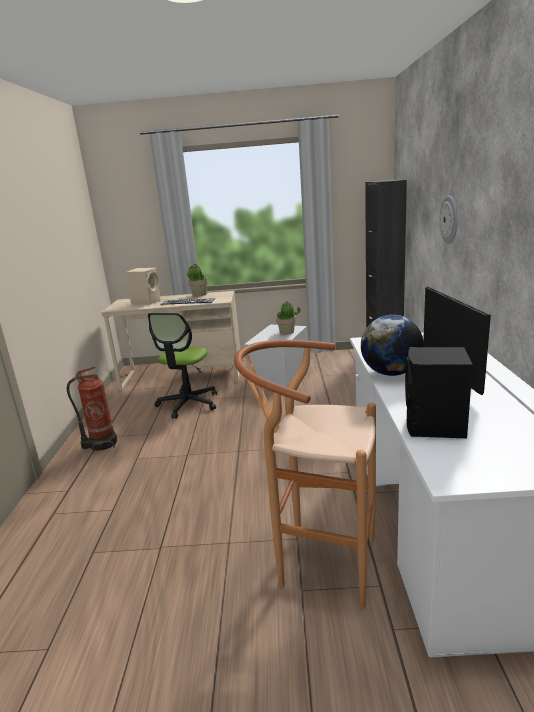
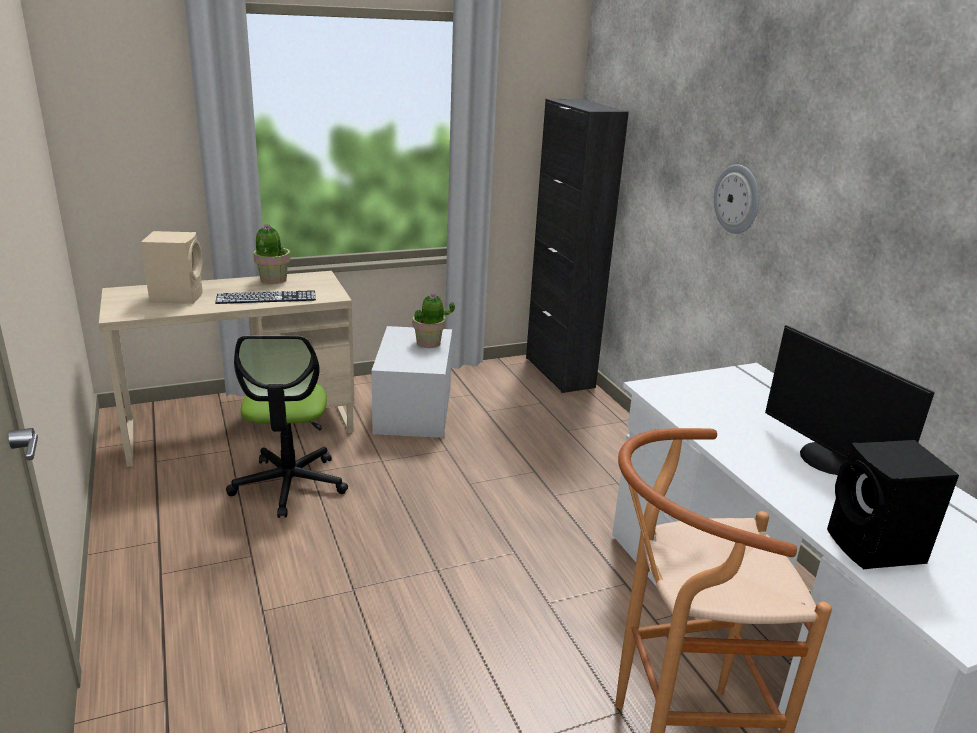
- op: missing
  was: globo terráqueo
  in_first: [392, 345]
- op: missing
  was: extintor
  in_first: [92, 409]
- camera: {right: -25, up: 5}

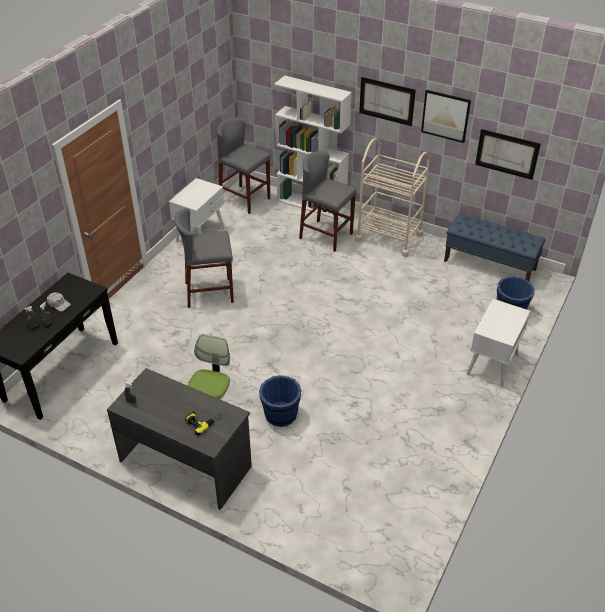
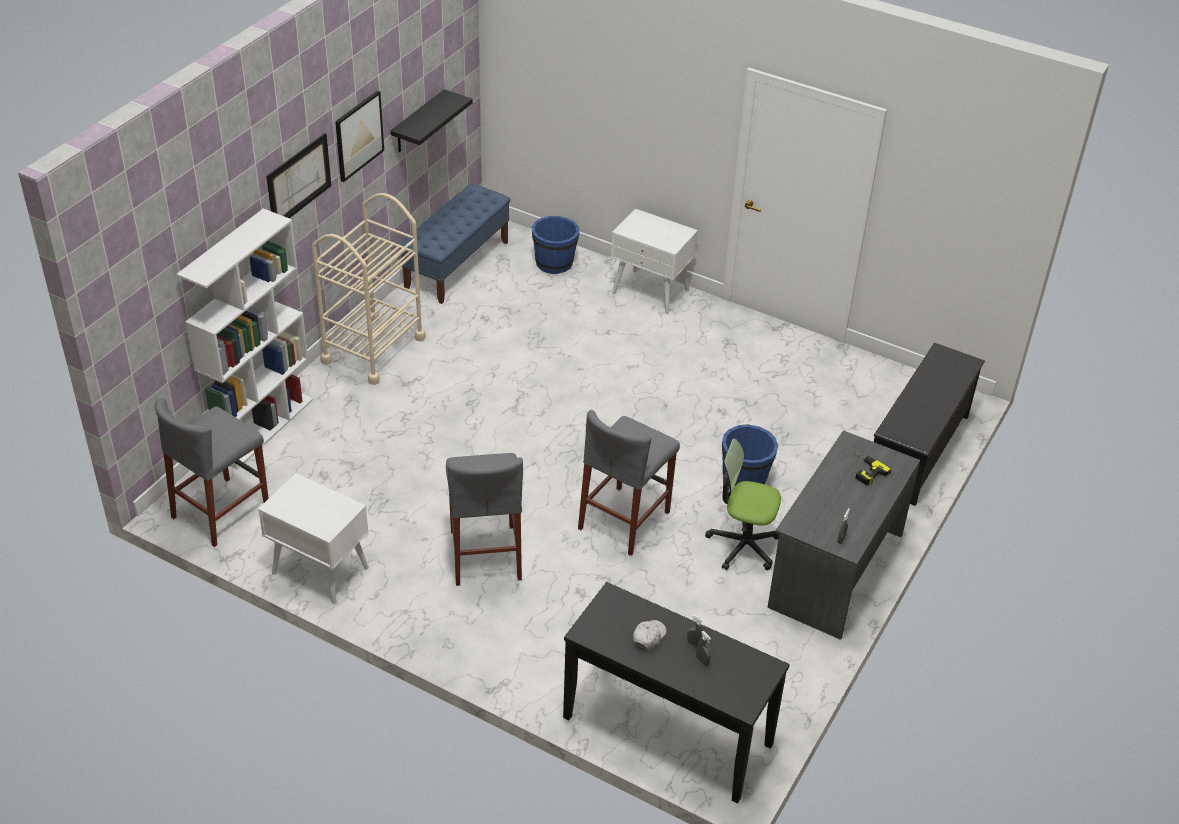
- op: exchanged
  was: cuadro
  now: estante/negro
  in_first: [508, 154]
  in_second: [431, 120]
- op: relocated
  was: taburete/gris
  in_first: [328, 201]
  in_second: [629, 483]
- op: appeared
  now: zapatero/negro
  in_second: [929, 424]
- camera: {right: -90, up: 0}

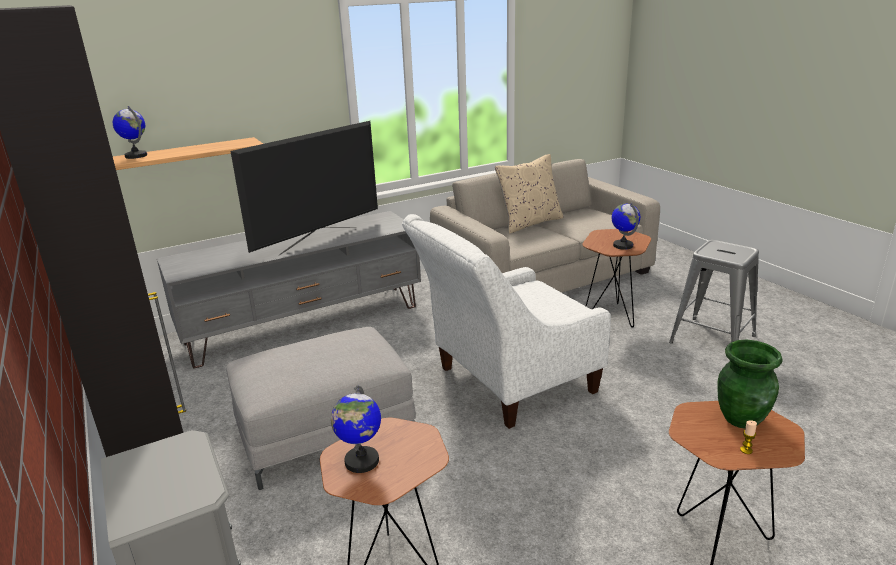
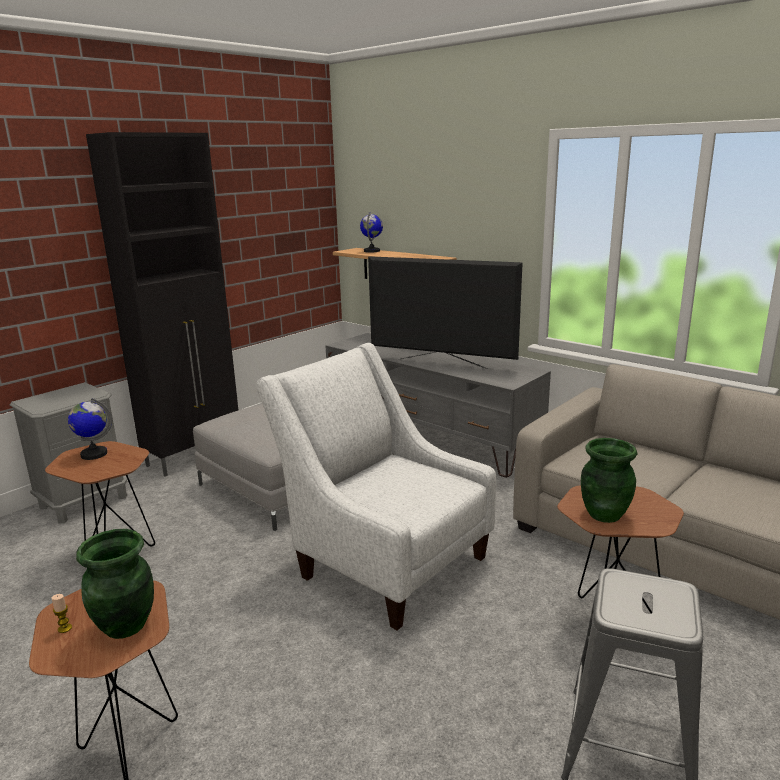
- op: missing
  was: cojín/beis
  in_first: [529, 194]
- op: exchanged
  was: globo terráqueo
  now: florero/verde
  in_first: [626, 226]
  in_second: [609, 480]
- camera: {right: 70, up: -5}

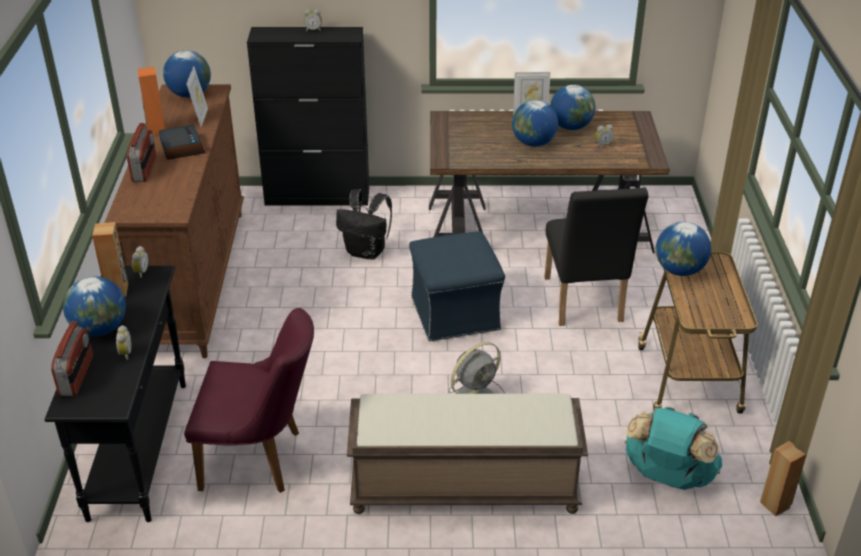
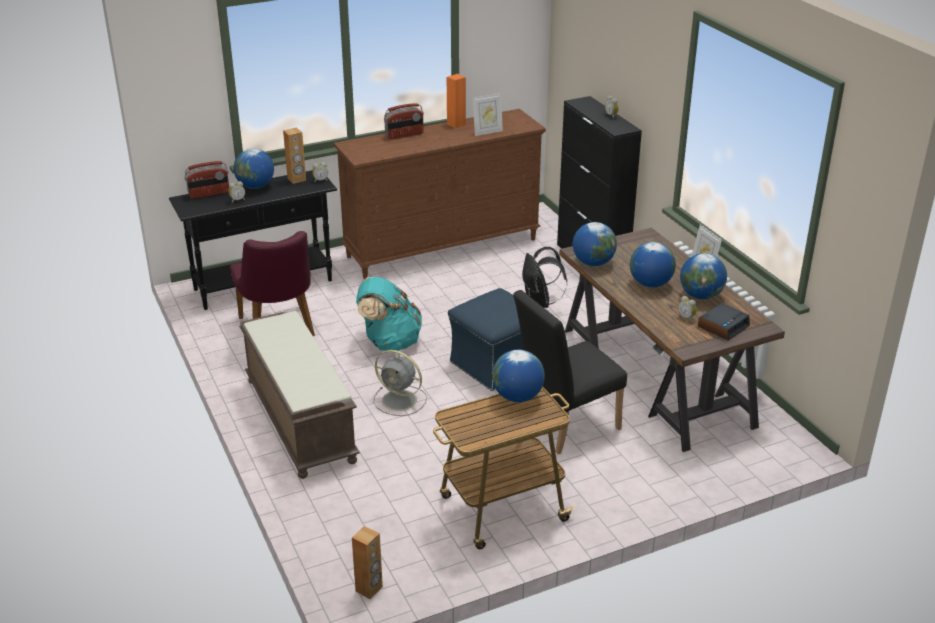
- op: relocated
  was: globo terráqueo
  in_first: [187, 74]
  in_second: [595, 244]
- op: relocated
  was: despertador
  in_first: [182, 142]
  in_second: [724, 321]
- op: relocated
  was: mochila/turquesa
  in_first: [673, 448]
  in_second: [389, 314]
- camera: {right: 65, up: -5}

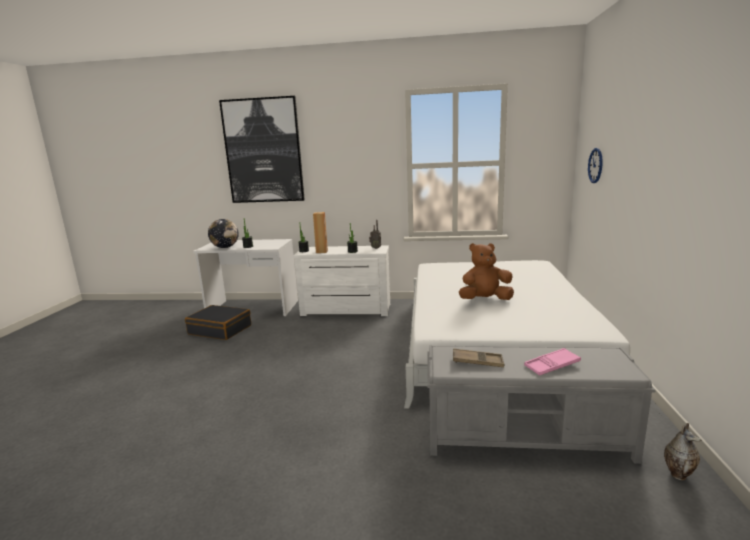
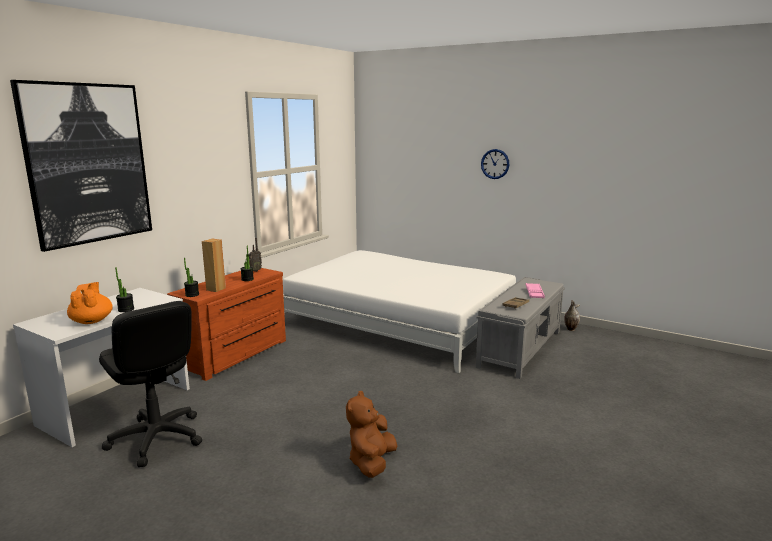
- op: relocated
  was: reloj de pared
  in_first: [595, 165]
  in_second: [495, 164]
- op: exchanged
  was: globo terráqueo
  now: tetera/naranja
  in_first: [223, 233]
  in_second: [90, 303]
- op: relocated
  was: peluche/marrón
  in_first: [486, 271]
  in_second: [371, 434]
- op: colour
  was: cómoda/blanco
  now: cómoda/marrón
  in_first: [341, 280]
  in_second: [226, 324]
- op: exchanged
  was: maleta/negro
  now: silla de oficina/negro
  in_first: [218, 322]
  in_second: [150, 384]
- camera: {right: -65, up: 0}

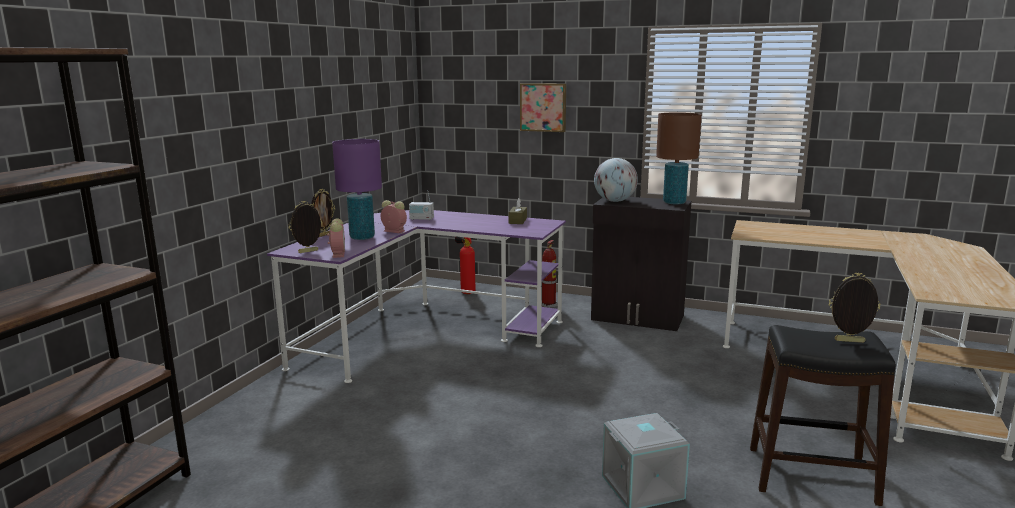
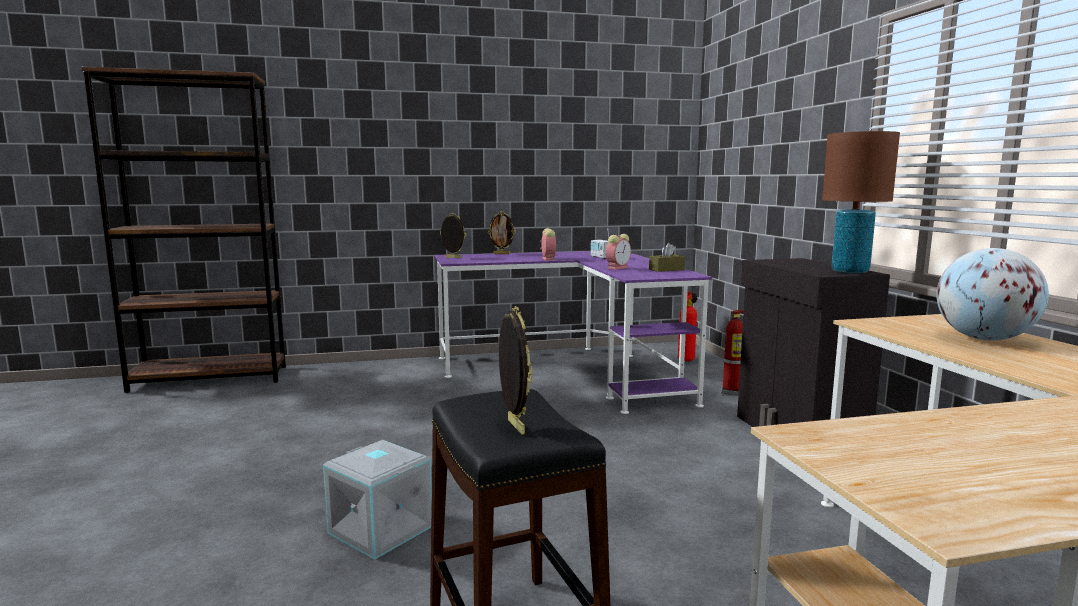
- op: missing
  was: cuadro
  in_first: [543, 107]
- op: missing
  was: lámpara de mesa/morado
  in_first: [357, 189]
- op: relocated
  was: globo terráqueo
  in_first: [616, 180]
  in_second: [993, 294]
- op: relocated
  was: despertador
  in_first: [336, 238]
  in_second: [618, 252]
- camera: {right: 55, up: -5}

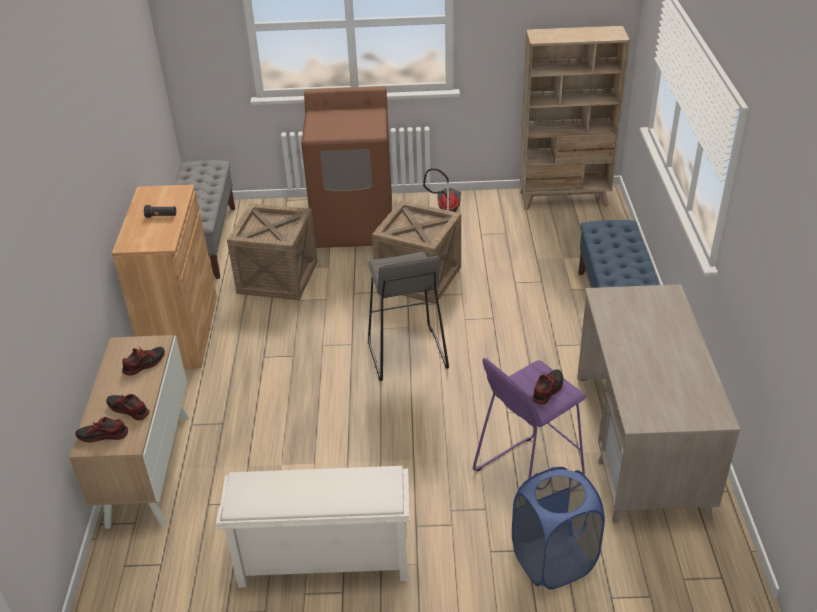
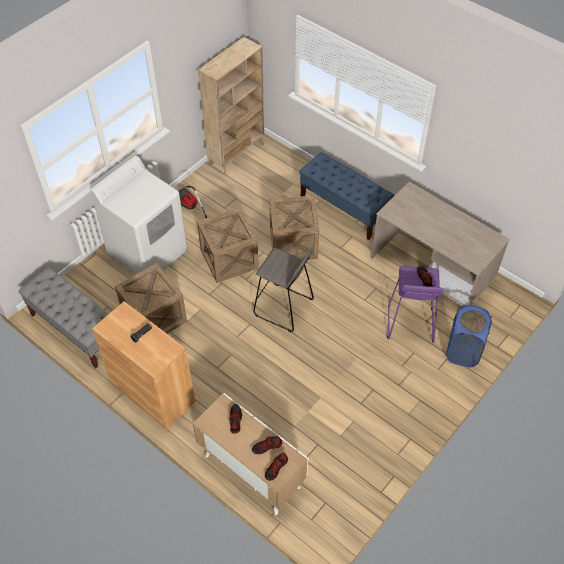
- op: colour
  was: lavadora/marrón
  now: lavadora/blanco
  in_first: [346, 167]
  in_second: [139, 215]
- op: missing
  was: zapatero/blanco
  in_first: [313, 527]
- op: appeared
  now: caja de embalaje
  in_second: [295, 227]
- camera: {right: -50, up: 15}

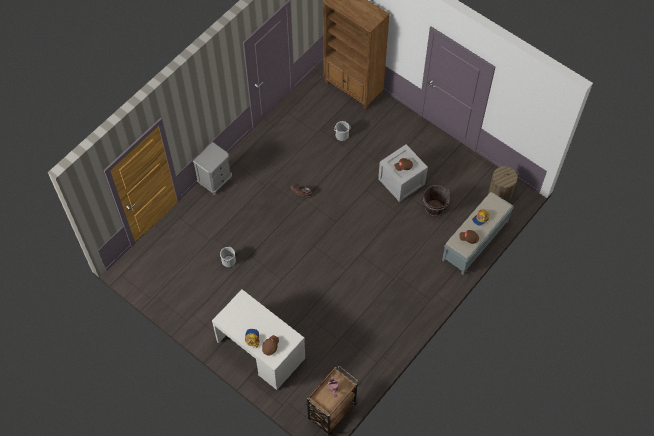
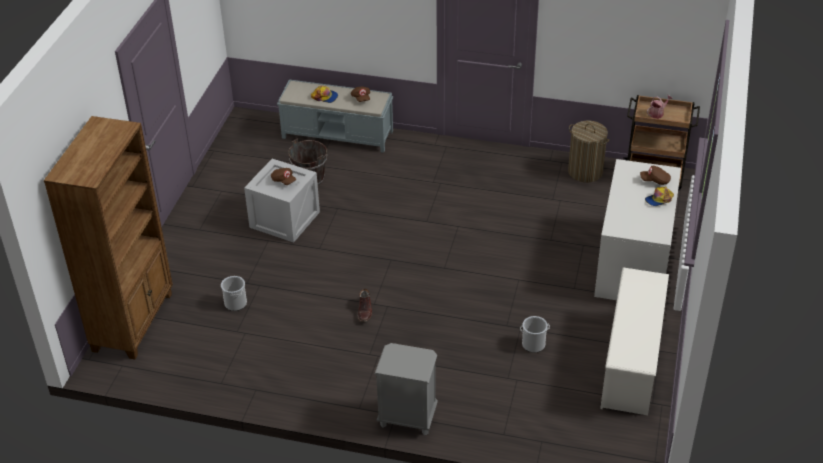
- op: relocated
  was: cesto de la ropa
  in_first: [503, 184]
  in_second: [588, 151]
- op: appeared
  now: zapatero/blanco
  in_second: [634, 341]
- camera: {right: -115, up: -20}

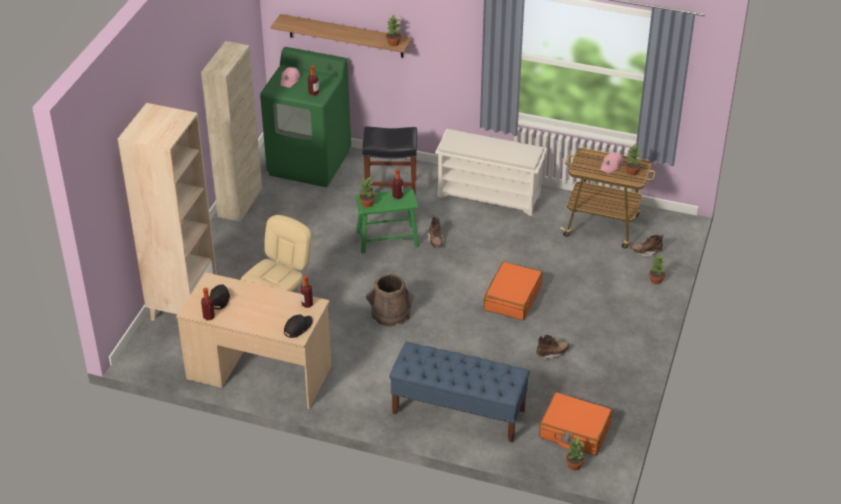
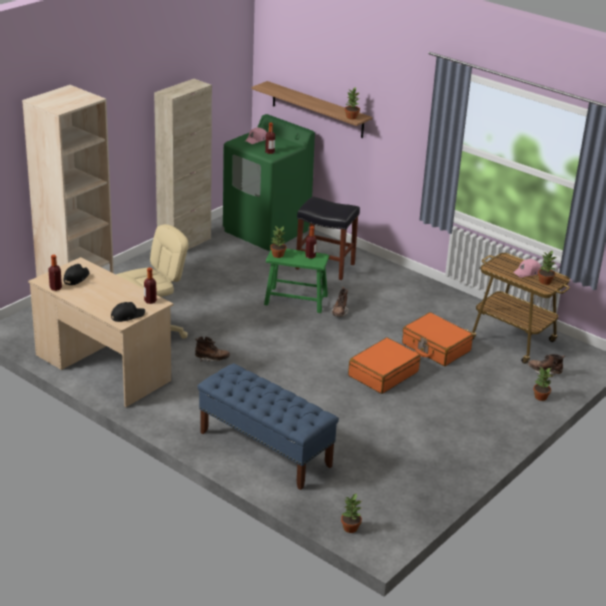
- op: missing
  was: zapatero/blanco
  in_first: [491, 172]
- op: missing
  was: cubo/marrón
  in_first: [390, 300]
- op: relocated
  was: bota/marrón
  in_first: [553, 347]
  in_second: [212, 349]
- op: relocated
  was: maleta/naranja
  in_first: [576, 423]
  in_second: [437, 339]
- camera: {right: 20, up: -10}

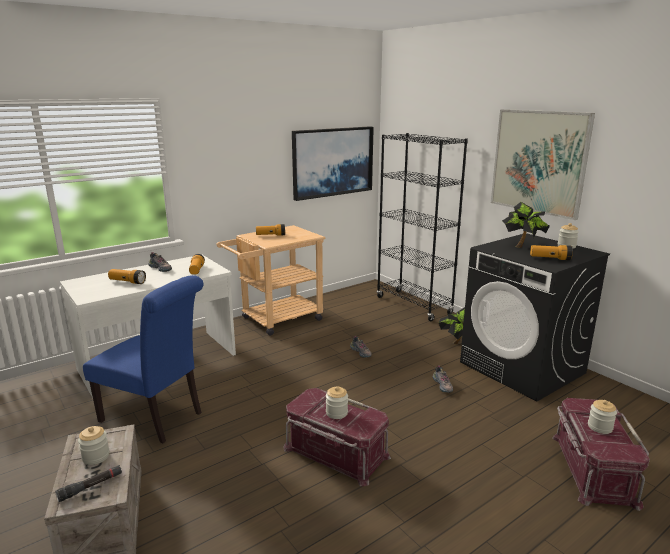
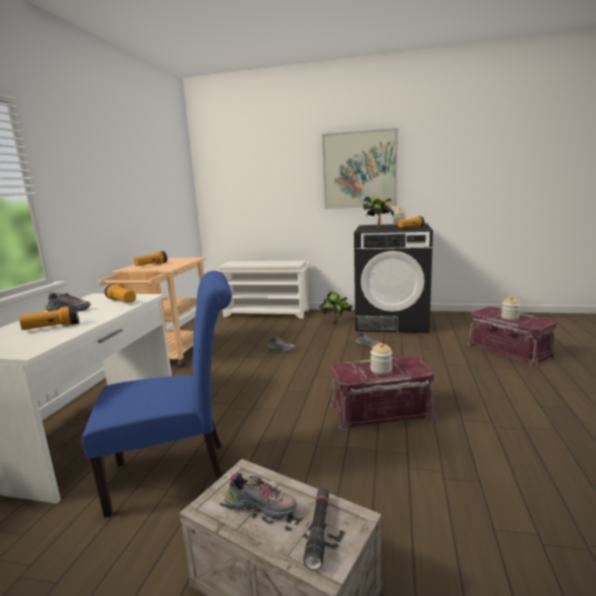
- op: missing
  was: cuadro
  in_first: [333, 163]
- op: exchanged
  was: estantería/negro
  now: zapatero/blanco
  in_first: [422, 227]
  in_second: [263, 289]
- op: exchanged
  was: tarro
  now: zapato
  in_first: [94, 445]
  in_second: [260, 496]
- camera: {right: -40, up: -5}

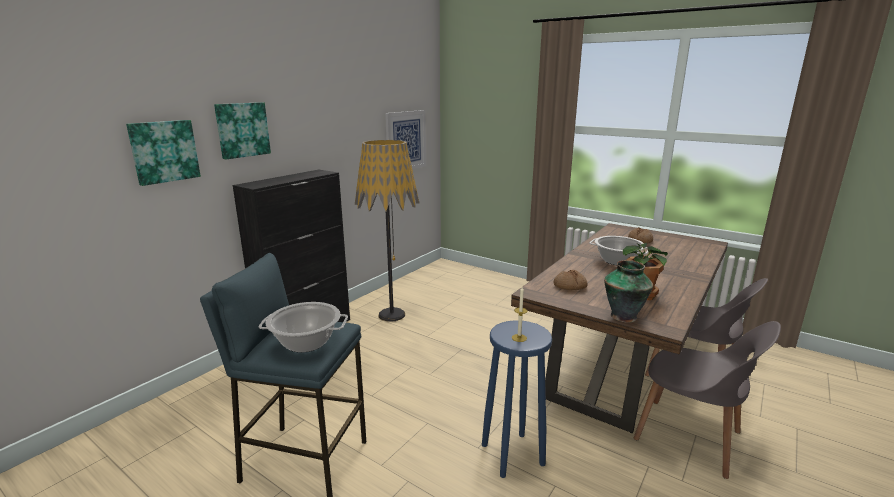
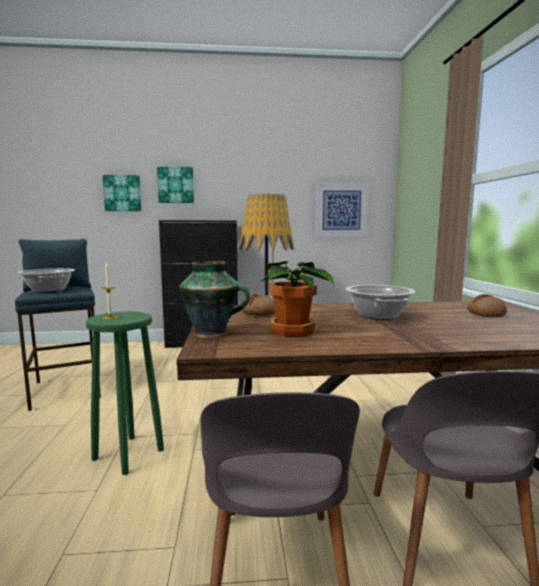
- op: colour
  was: taburete/azul
  now: taburete/verde
  in_first: [517, 399]
  in_second: [125, 393]
- camera: {right: 50, up: -10}

